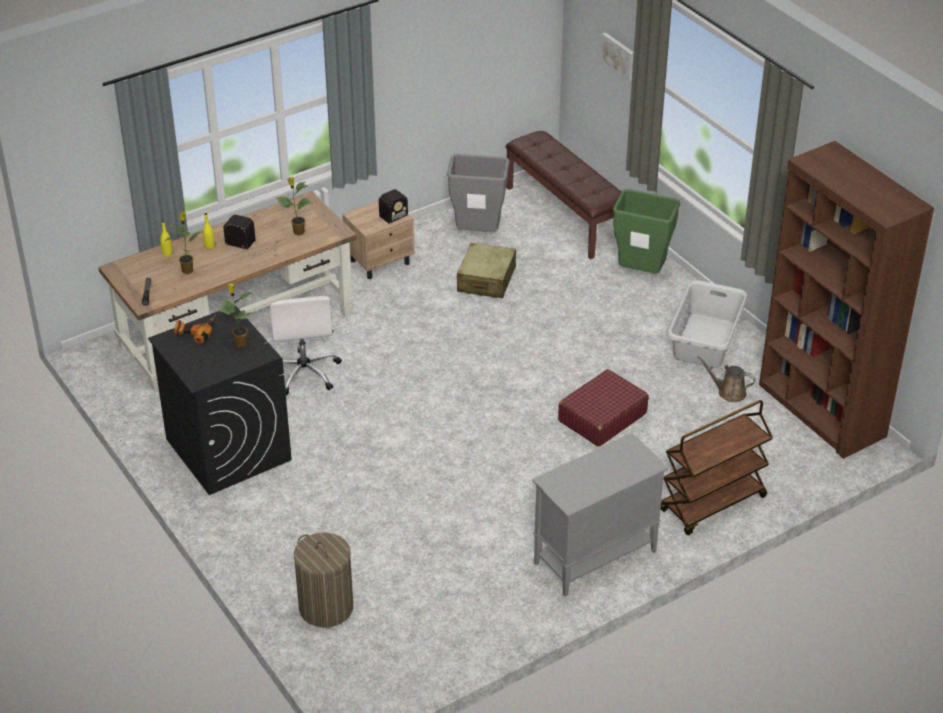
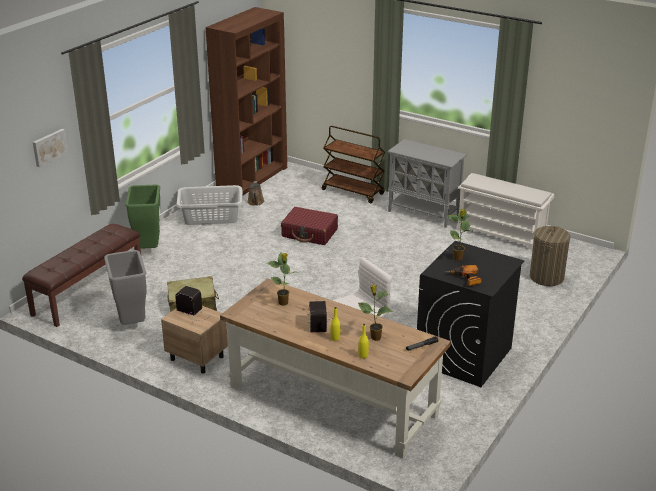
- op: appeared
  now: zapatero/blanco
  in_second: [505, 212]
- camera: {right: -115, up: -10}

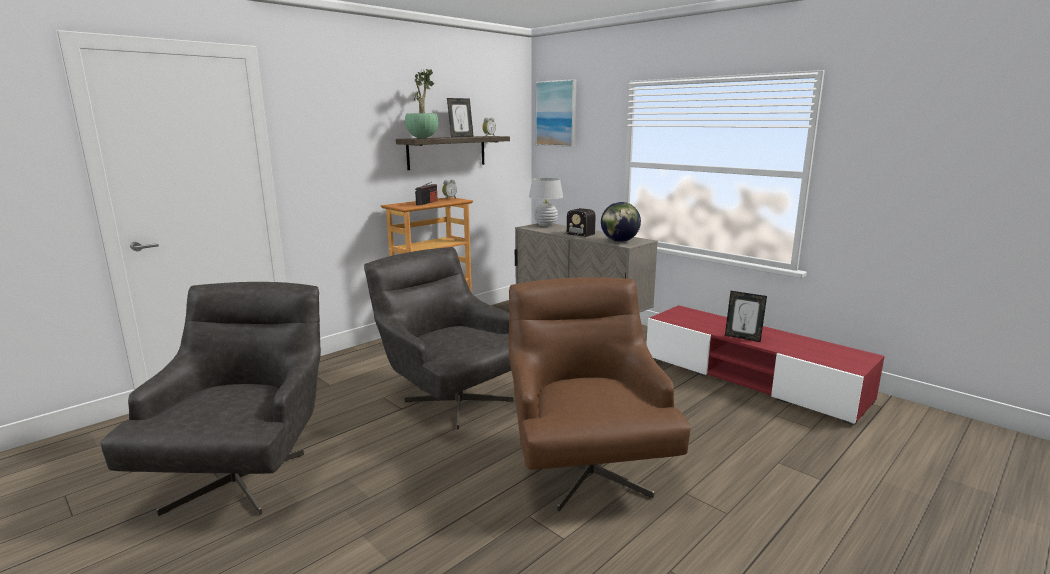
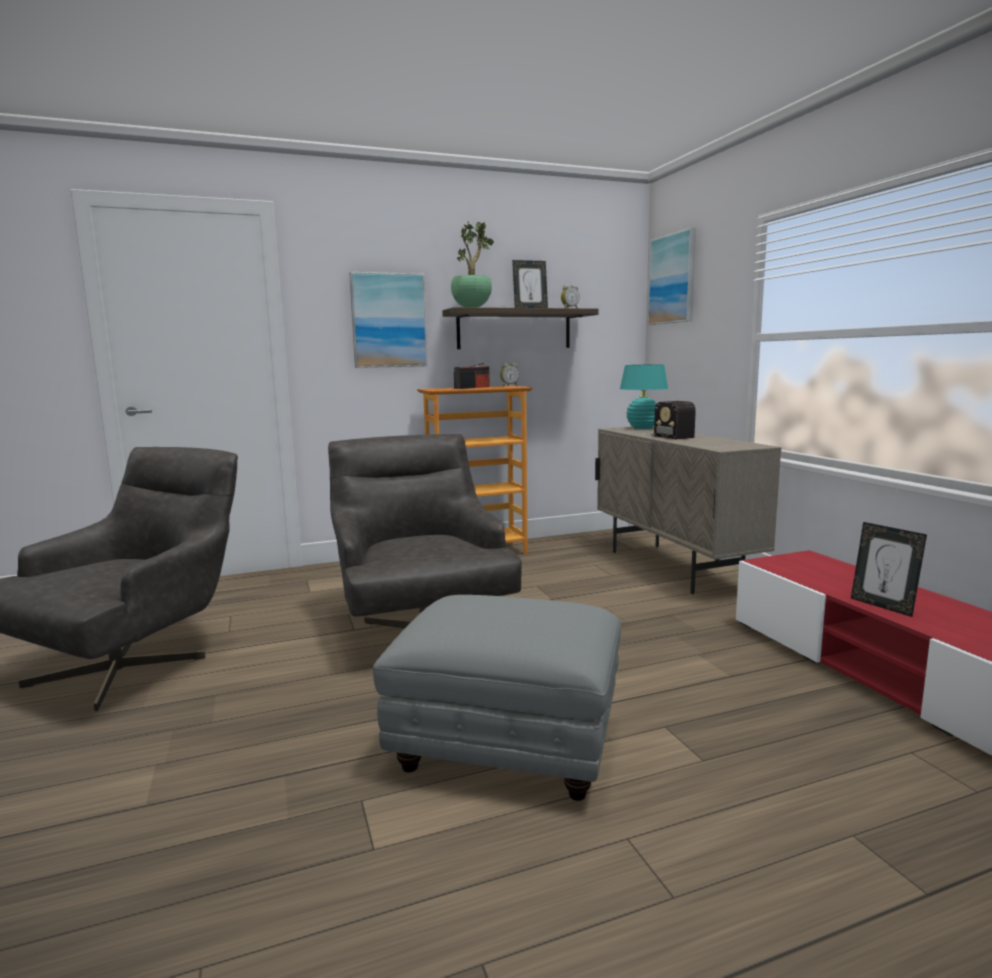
- op: colour
  was: lámpara de mesa/blanco
  now: lámpara de mesa/turquesa
  in_first: [546, 202]
  in_second: [644, 396]
- op: missing
  was: globo terráqueo
  in_first: [621, 222]
- op: exchanged
  was: sillón/marrón
  now: puf/gris
  in_first: [600, 394]
  in_second: [497, 698]
- op: appeared
  now: cuadro
  in_second: [388, 320]
- camera: {right: 25, up: -5}

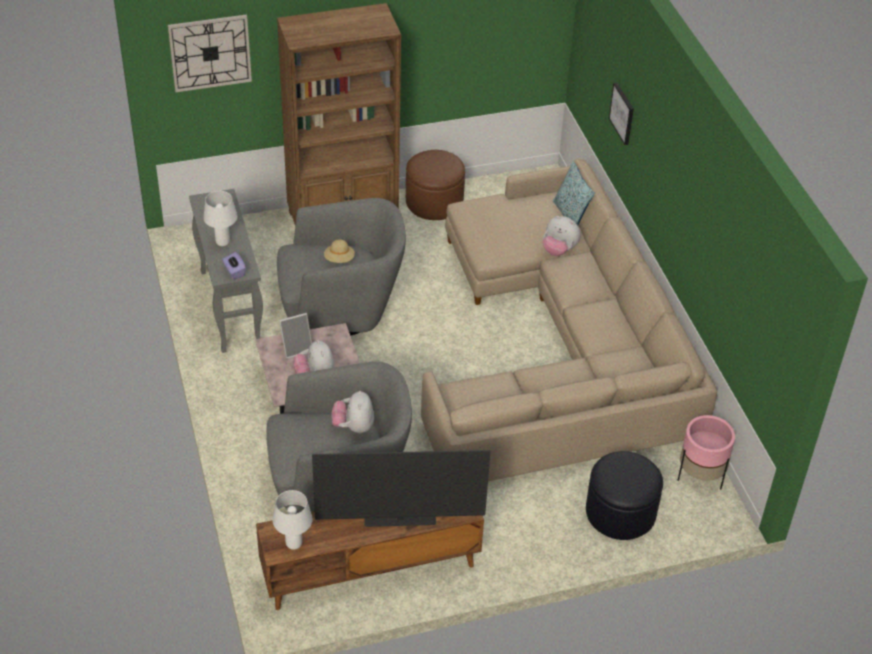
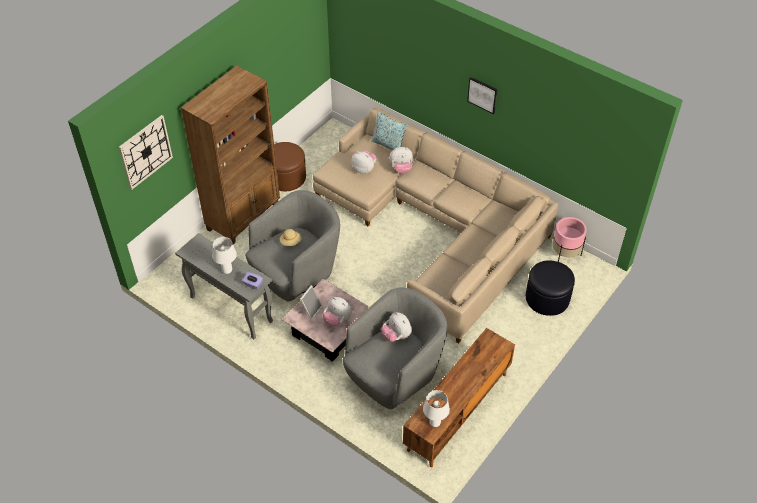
- op: relocated
  was: cuadro
  in_first: [621, 114]
  in_second: [482, 95]
- op: missing
  was: televisor
  in_first: [401, 488]
- op: appeared
  now: peluche
  in_second: [364, 162]
- camera: {right: -35, up: 5}

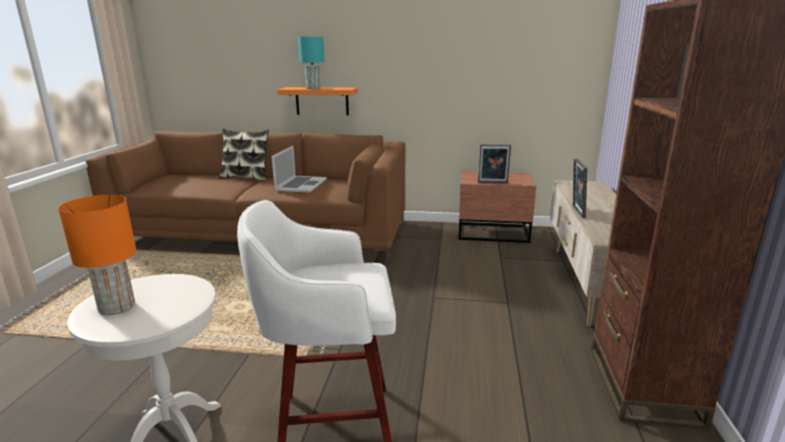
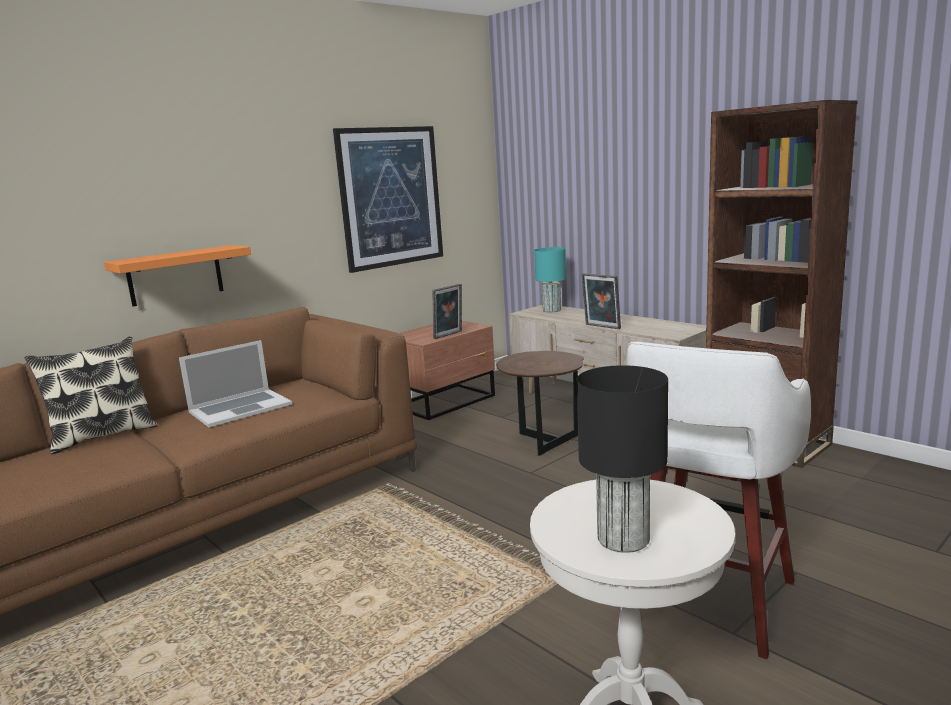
- op: relocated
  was: lámpara de mesa/turquesa
  in_first: [311, 63]
  in_second: [550, 279]
- op: spun
  was: portátil
  in_first: [299, 169]
  in_second: [235, 383]
  clockwise: 90
- op: colour
  was: lámpara de mesa/naranja
  now: lámpara de mesa/negro
  in_first: [97, 255]
  in_second: [622, 459]
- op: appeared
  now: cuadro
  in_second: [388, 199]
- op: appeared
  now: mesa auxiliar/marrón
  in_second: [540, 403]
- camera: {right: -50, up: -5}

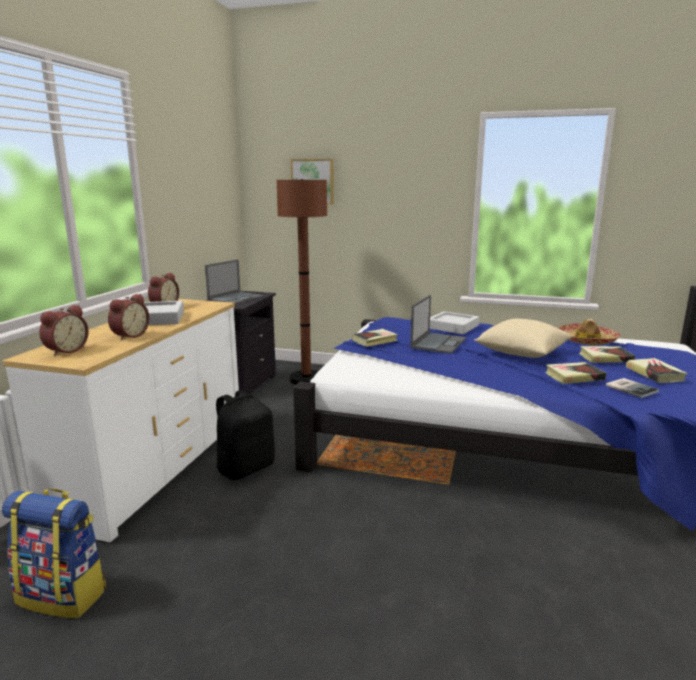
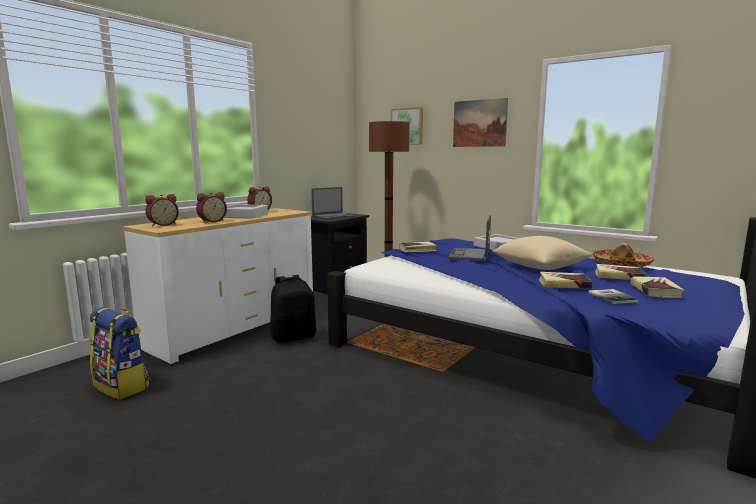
- op: spun
  was: portátil
  in_first: [438, 324]
  in_second: [469, 238]
  clockwise: 150
- op: appeared
  now: cuadro
  in_second: [480, 122]
- camera: {right: 20, up: -5}

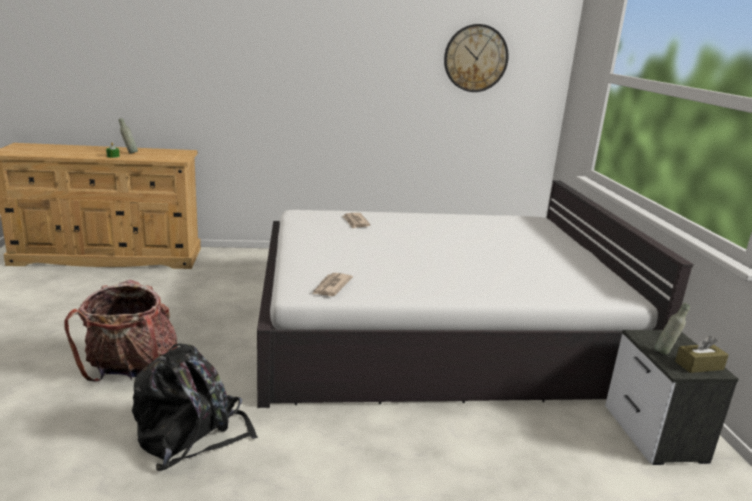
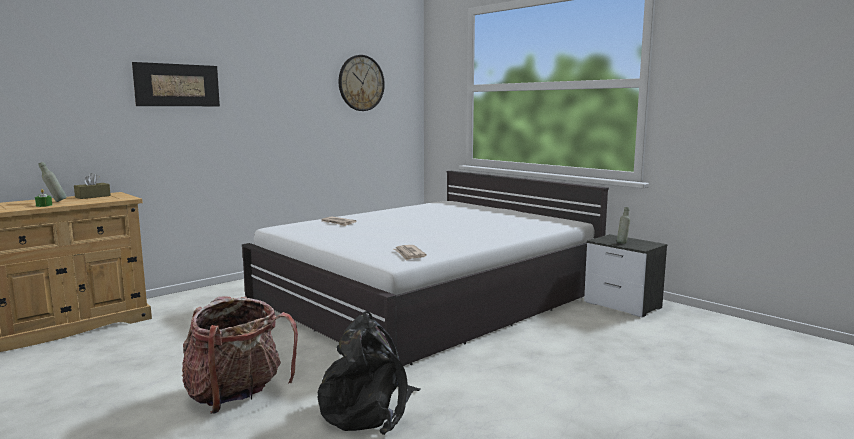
- op: relocated
  was: caja de pañuelos/marrón
  in_first: [702, 354]
  in_second: [92, 186]
- op: appeared
  now: cuadro
  in_second: [176, 84]
- camera: {right: -35, up: -10}

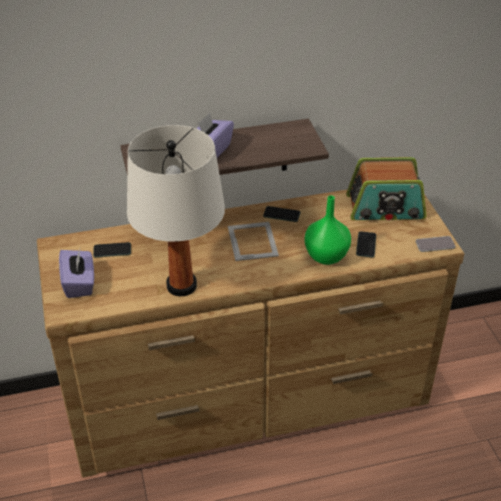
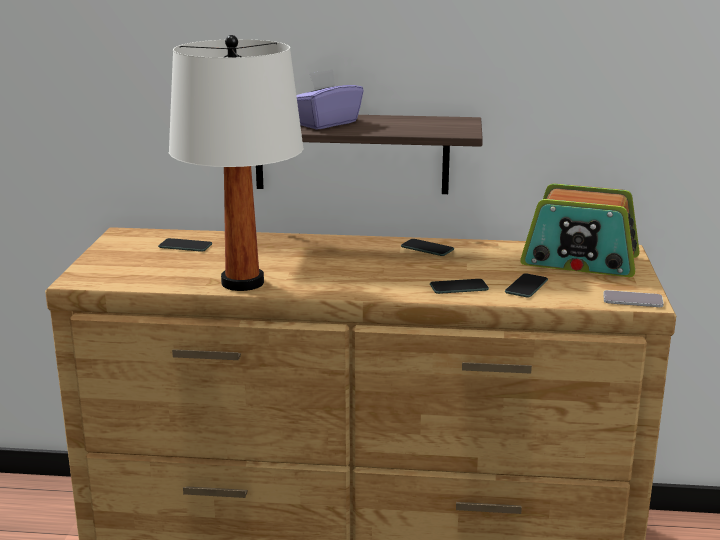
- op: exchanged
  was: florero/verde
  now: móvil
  in_first: [327, 230]
  in_second: [459, 286]
- op: missing
  was: portarretratos
  in_first: [253, 241]
- op: missing
  was: caja de pañuelos/morado
  in_first: [76, 273]
- camera: {right: 20, up: -20}

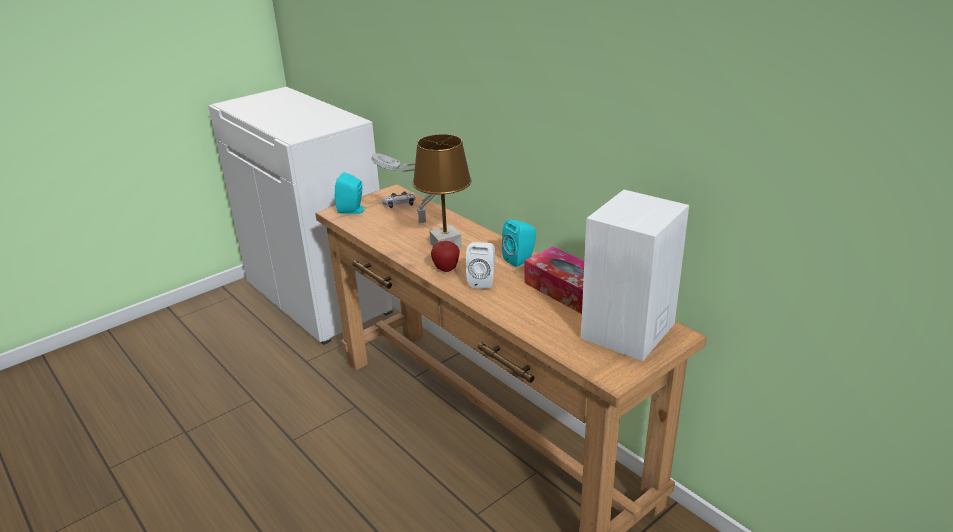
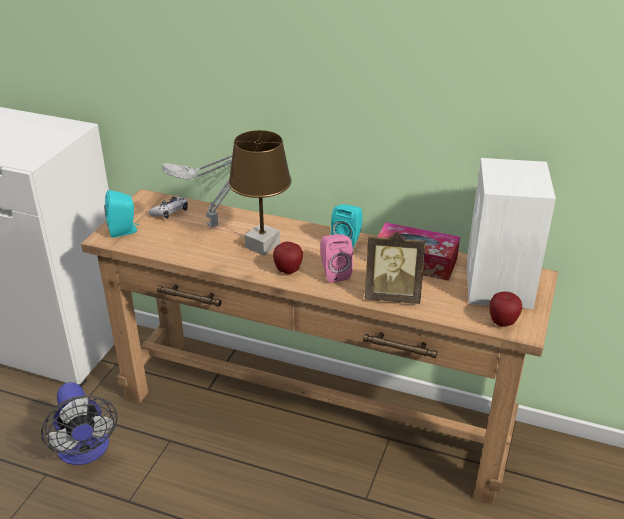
- op: colour
  was: altavoz/blanco
  now: altavoz/rosa
  in_first: [480, 265]
  in_second: [337, 258]
- op: appeared
  now: portarretratos
  in_second: [395, 268]
- op: appeared
  now: manzana
  in_second: [506, 309]
- op: appeared
  now: ventilador
  in_second: [79, 423]
- camera: {right: -30, up: 5}

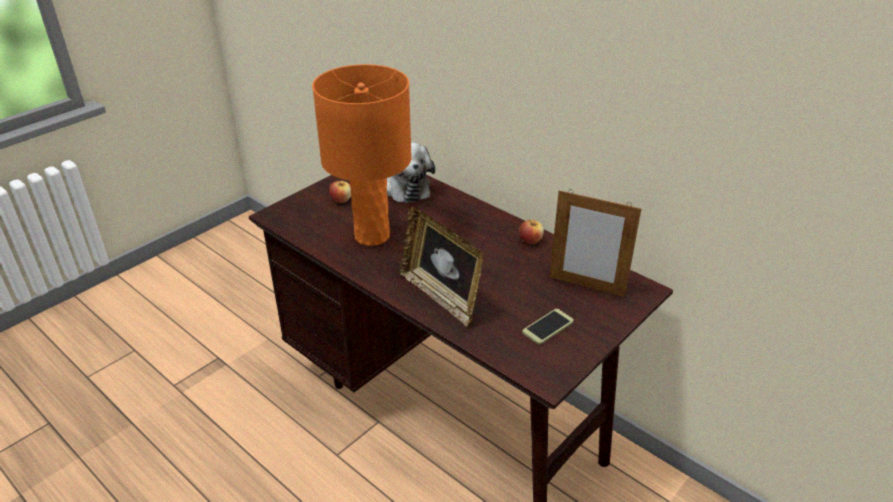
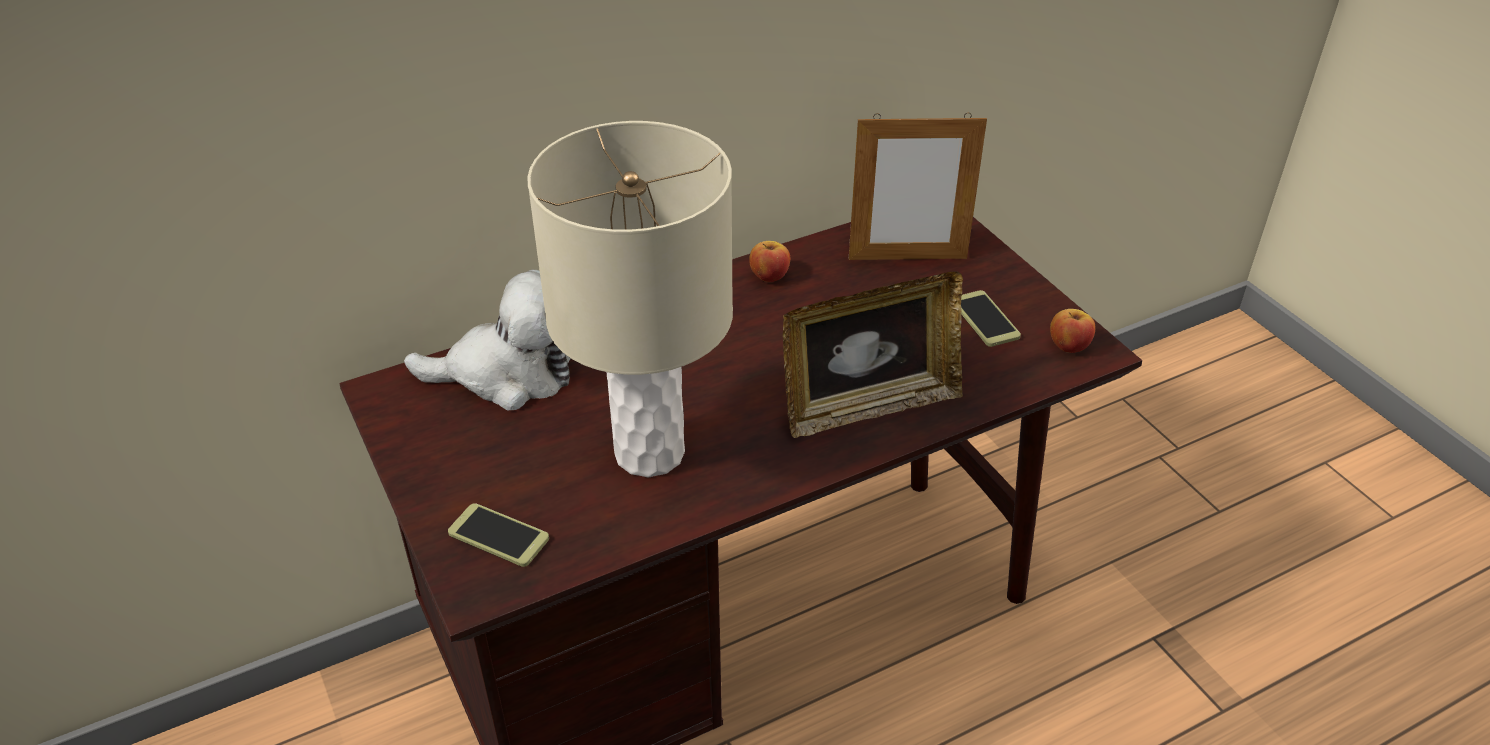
- op: colour
  was: lámpara de mesa/naranja
  now: lámpara de mesa/beis
  in_first: [362, 155]
  in_second: [630, 299]
- op: relocated
  was: manzana
  in_first: [340, 191]
  in_second: [1073, 331]
- op: spun
  was: portarretratos
  in_first: [596, 243]
  in_second: [918, 186]
  clockwise: 45
- op: appeared
  now: móvil
  in_second: [498, 535]
- camera: {right: -70, up: 5}

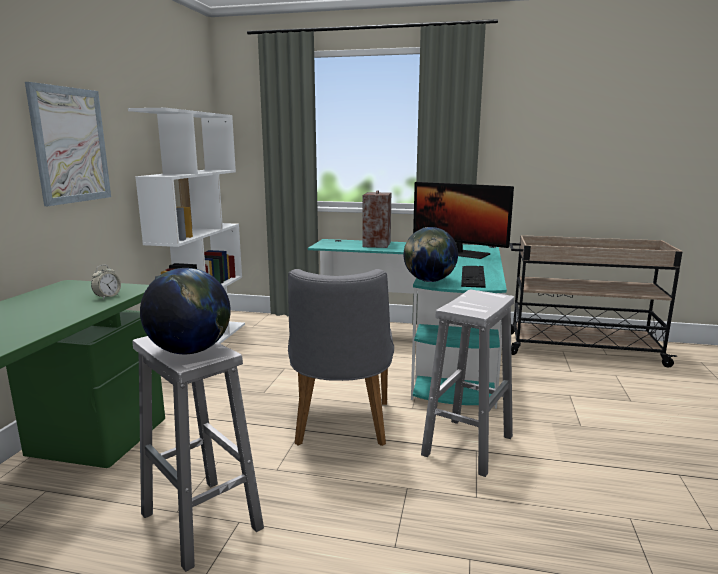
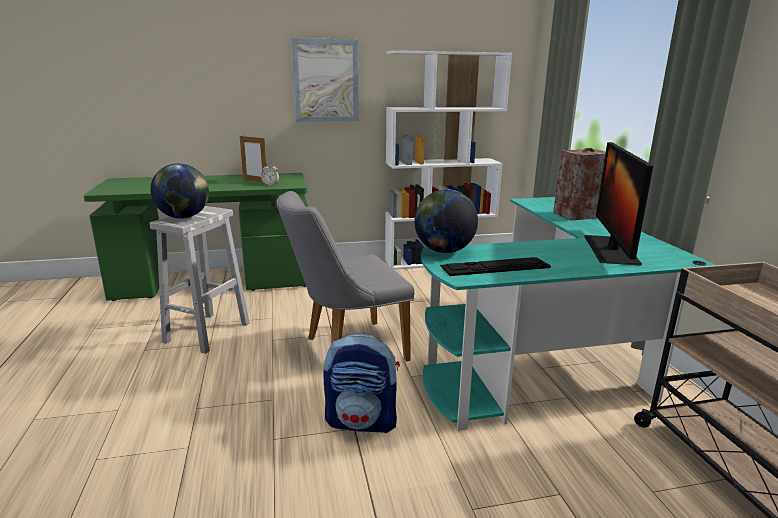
- op: exchanged
  was: taburete/blanco
  now: mochila
  in_first: [468, 383]
  in_second: [361, 383]
- op: appeared
  now: portarretratos
  in_second: [253, 159]
- camera: {right: 65, up: 5}

